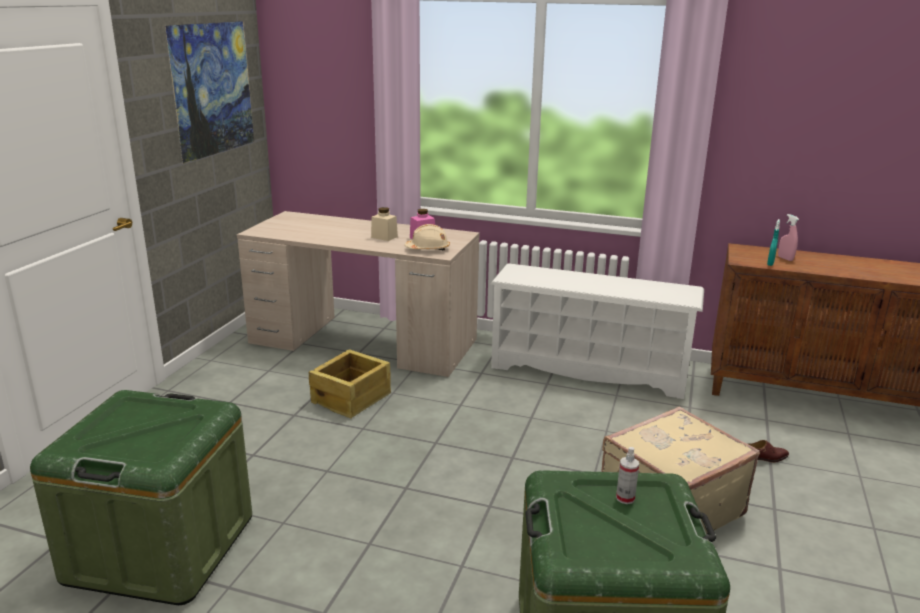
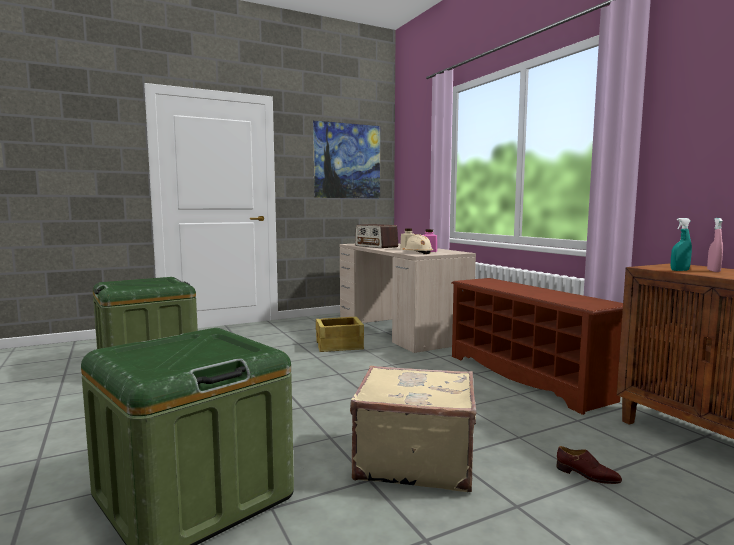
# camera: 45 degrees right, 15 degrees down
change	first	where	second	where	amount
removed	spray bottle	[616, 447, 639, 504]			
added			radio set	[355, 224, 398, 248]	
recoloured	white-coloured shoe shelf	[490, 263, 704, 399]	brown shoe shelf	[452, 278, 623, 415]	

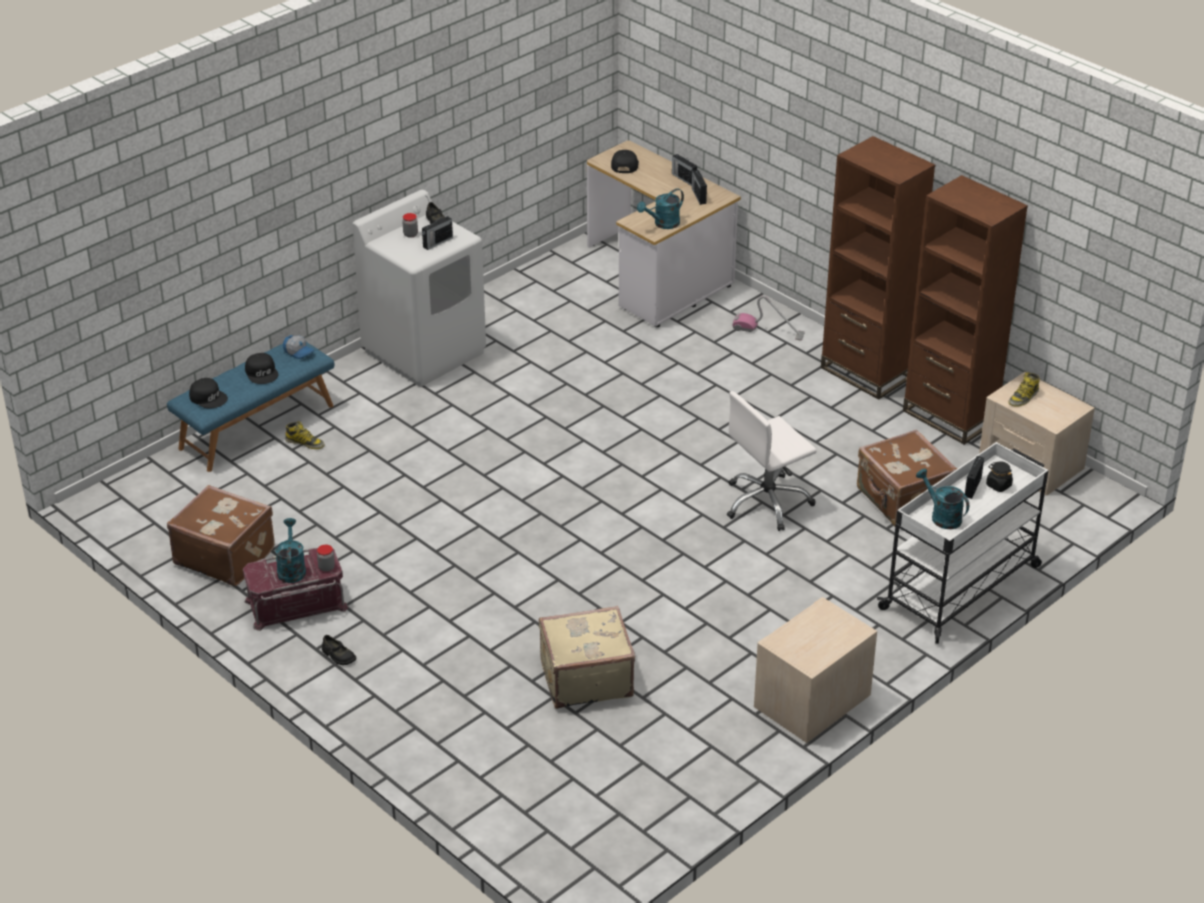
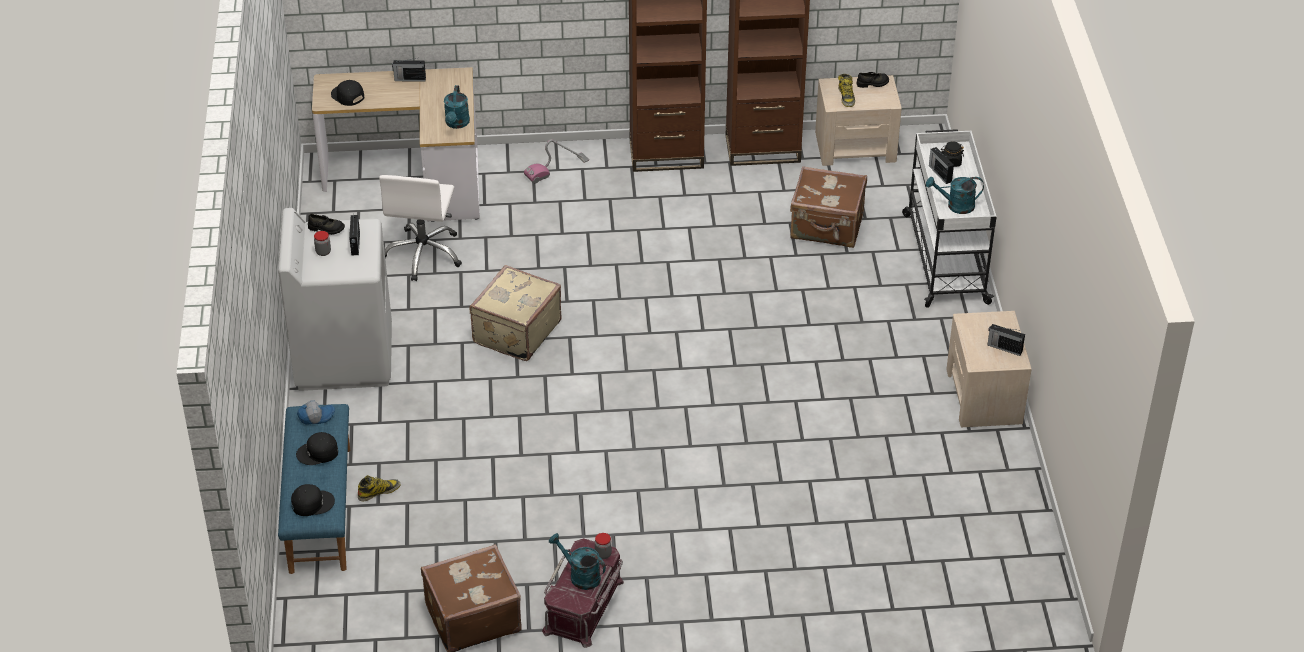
# camera: 50 degrees left, 5 degrees up
change	first	where	second	where	amount
moved	black item of footwear	[322, 635, 356, 665]		[857, 72, 889, 88]	
moved	beige piece of luggage	[539, 606, 635, 709]		[469, 265, 562, 361]	
moved	radio set	[692, 170, 707, 205]		[987, 324, 1025, 356]	
moved	white-coloured desk chair	[727, 391, 817, 531]		[379, 175, 462, 281]	
turned	black baseball cap	[245, 353, 279, 384]		[296, 432, 338, 465]	150 degrees clockwise

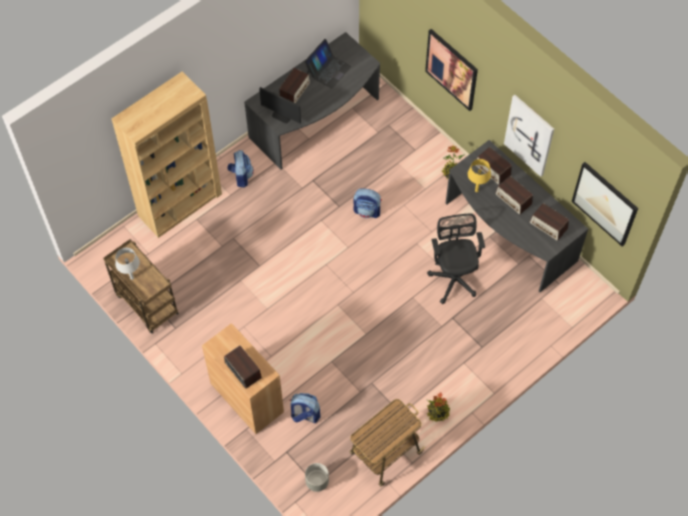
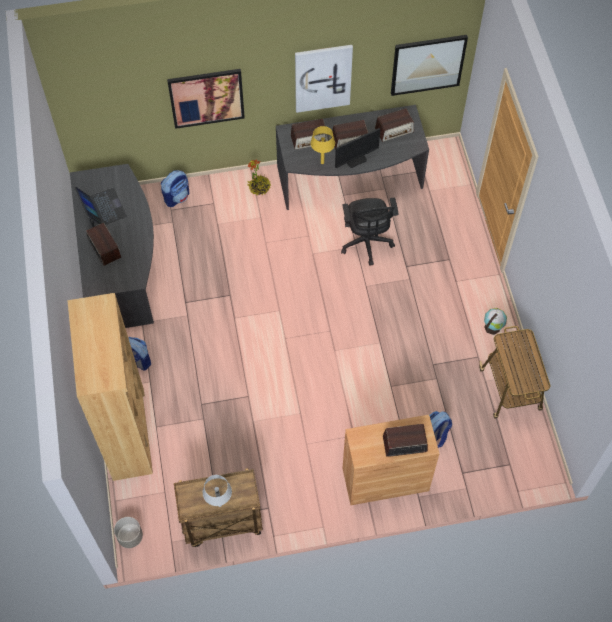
# camera: 60 degrees left, 0 degrees up
change	first	where	second	where	amount
moved	monitor	[259, 87, 301, 124]		[335, 128, 380, 168]	
moved	gray flower pot	[305, 463, 329, 492]		[114, 517, 143, 548]	
moved	rucksack	[353, 188, 382, 218]		[161, 170, 189, 207]	
replaced	potted plant	[426, 392, 450, 422]	globe	[484, 308, 507, 335]	
turned	black desk chair	[427, 214, 485, 304]		[341, 198, 399, 266]	120 degrees counterclockwise

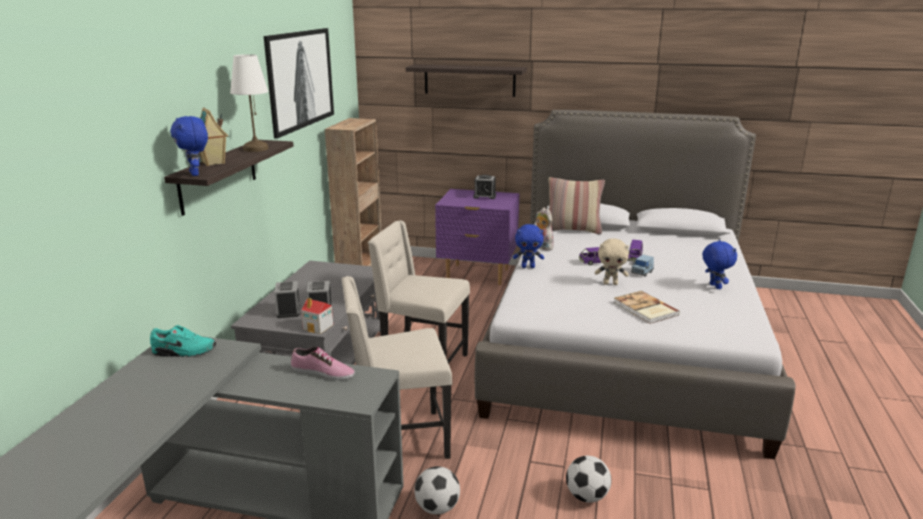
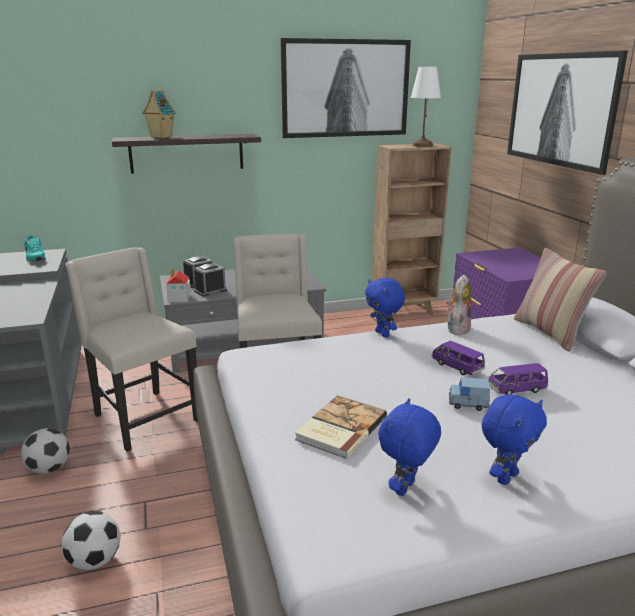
# camera: 60 degrees right, 0 degrees up
change	first	where	second	where	amount
removed	item of footwear	[291, 347, 355, 380]			
removed	bedside clock	[473, 175, 496, 199]			
removed	beige cuddly toy	[595, 238, 629, 285]			
moved	blue cuddly toy	[170, 116, 208, 176]		[379, 398, 441, 496]	
moved	white-coloured lamp for a table	[230, 54, 268, 152]		[411, 67, 441, 147]	
replaced	shelf	[406, 64, 527, 97]	wall picture	[507, 50, 628, 175]	

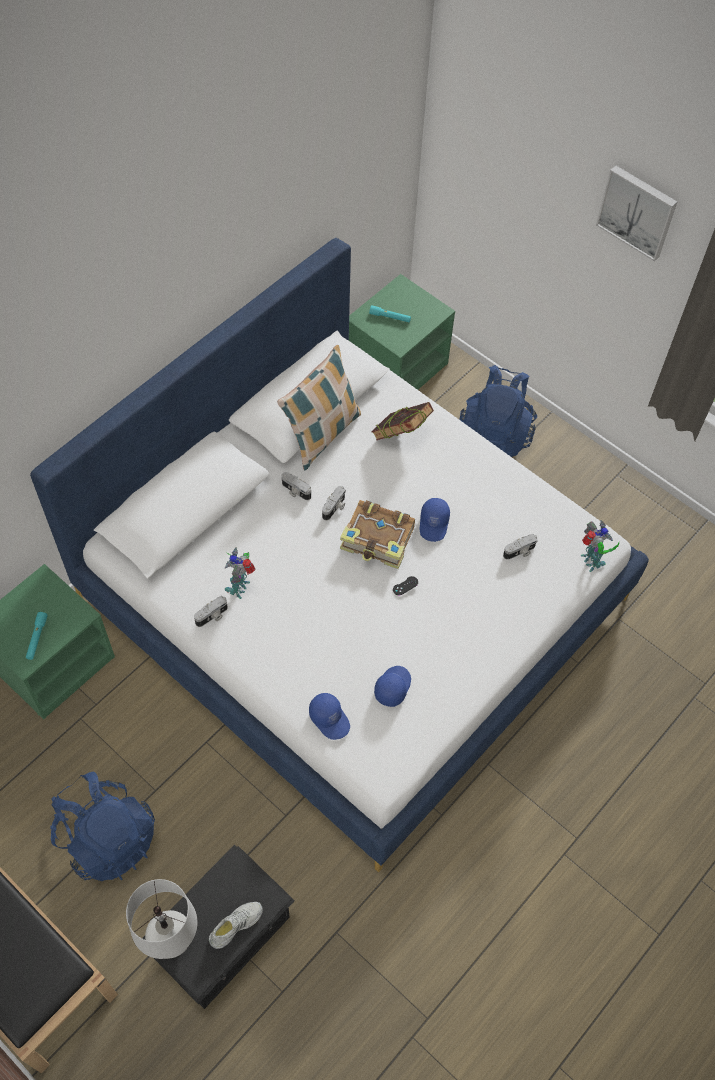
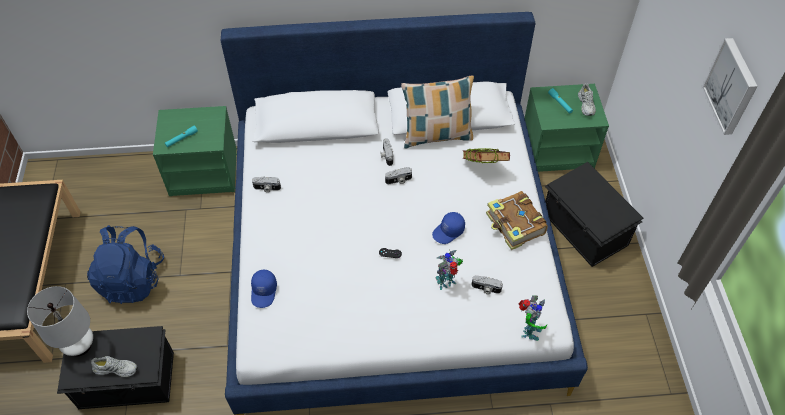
# camera: 45 degrees right, 5 degrees down
change	first	where	second	where	amount
removed	blue baseball cap	[374, 666, 411, 707]			
added			white-coloured item of footwear	[578, 83, 596, 116]	
moved	toy robot	[225, 547, 255, 599]		[435, 250, 463, 290]	
moved	bound book	[340, 500, 415, 569]		[486, 191, 548, 250]	
replaced	blue rucksack	[460, 365, 537, 457]	black storage container	[545, 162, 643, 267]	

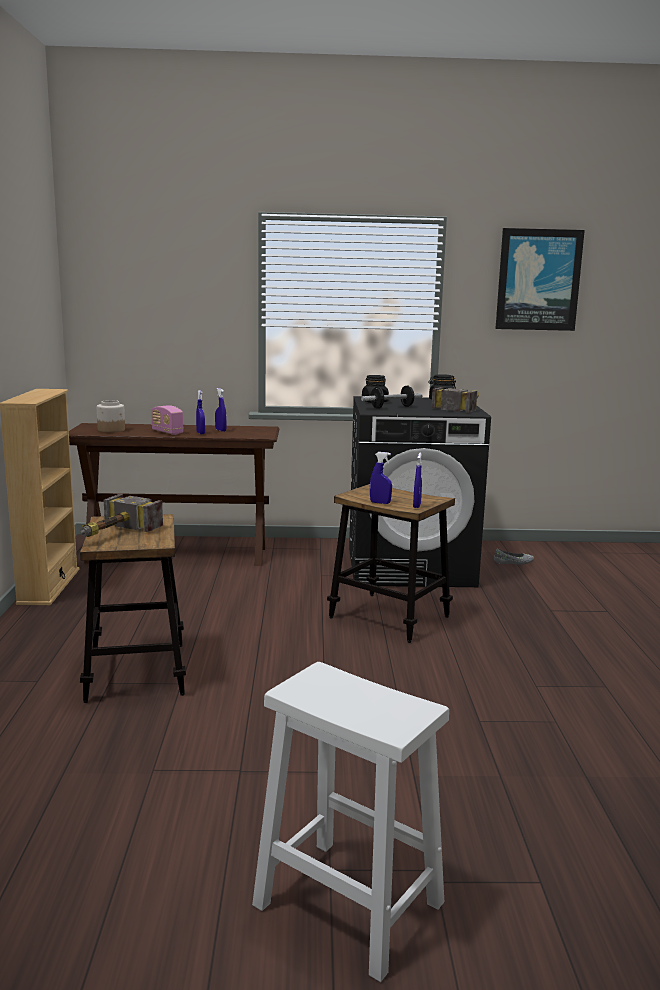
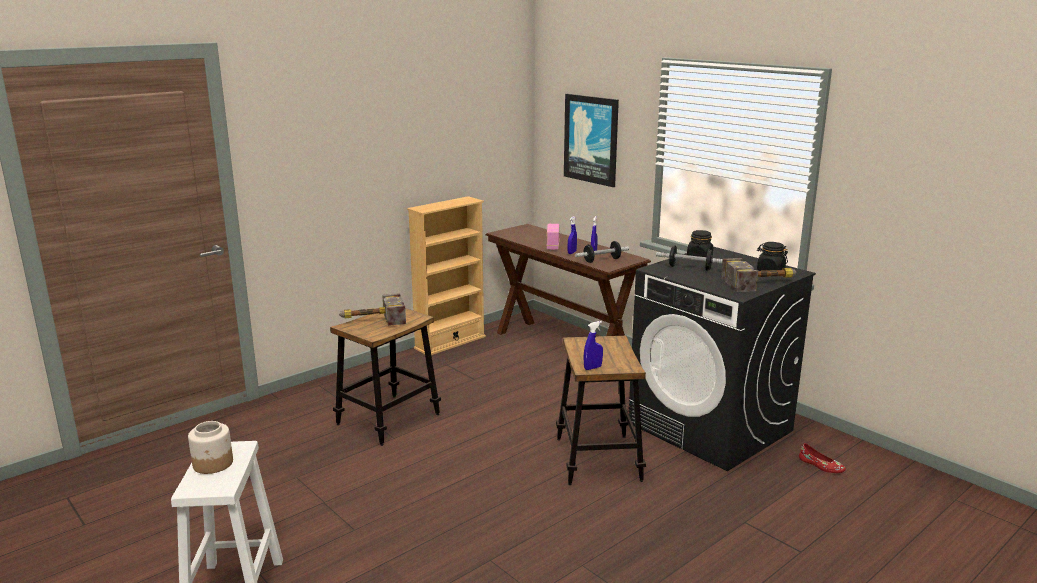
# camera: 50 degrees right, 5 degrees up
change	first	where	second	where	amount
removed	blue spray bottle	[370, 452, 392, 504]			
added			hand weight	[575, 241, 629, 263]	
moved	storage jar	[97, 400, 125, 433]		[188, 421, 233, 474]	
moved	wall picture	[495, 228, 585, 331]		[564, 94, 619, 187]	
recoloured	gray item of footwear	[494, 548, 534, 565]	red item of footwear	[799, 443, 846, 473]	

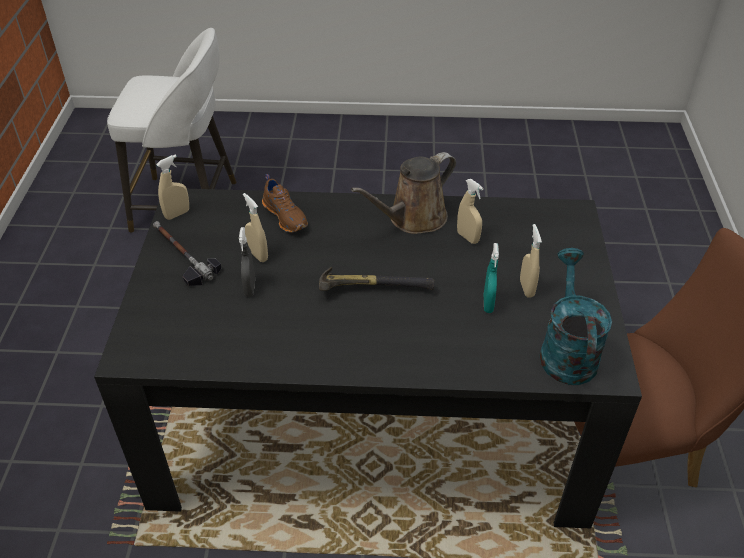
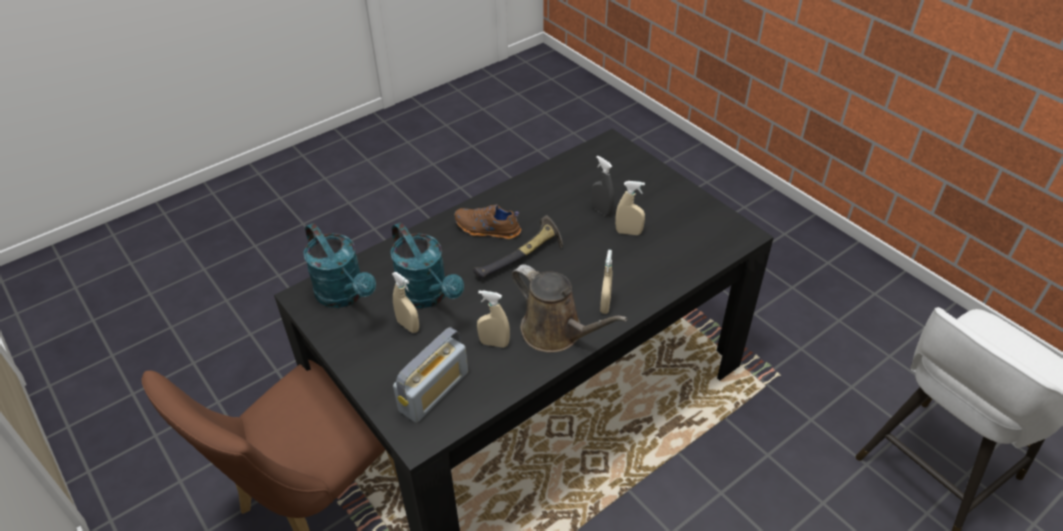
# camera: 140 degrees right, 0 degrees up
change	first	where	second	where	amount
removed	hand hammer	[153, 221, 222, 286]			
added			radio set	[393, 327, 468, 423]	
moved	beige spray bottle	[156, 155, 189, 220]		[600, 250, 613, 314]	
moved	brown item of footwear	[262, 174, 308, 233]		[455, 204, 521, 239]	
replaced	blue-green spray bottle	[484, 243, 499, 313]	blue-green watering pot	[390, 223, 464, 308]	
turned	brown watering pot	[351, 152, 456, 234]		[512, 264, 628, 352]	120 degrees clockwise

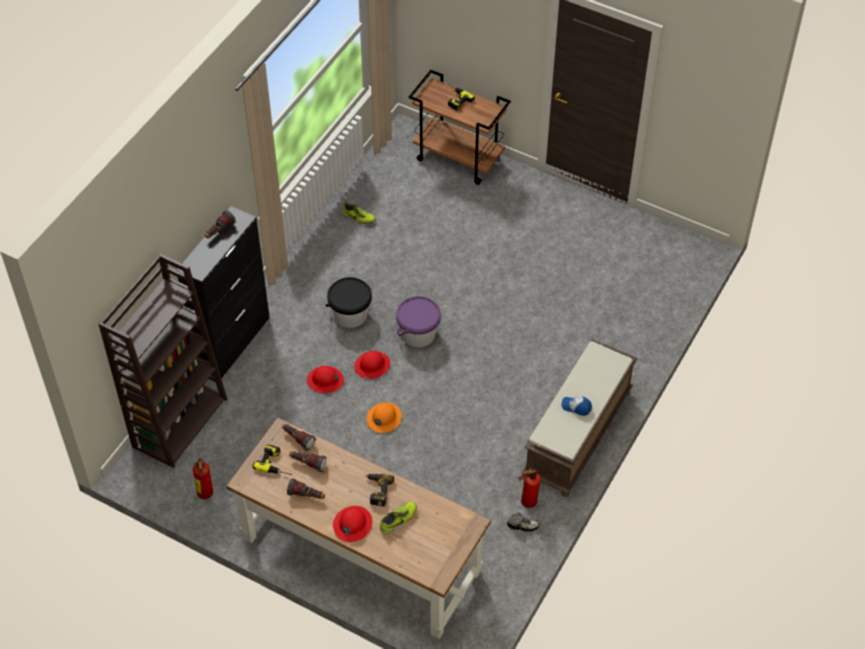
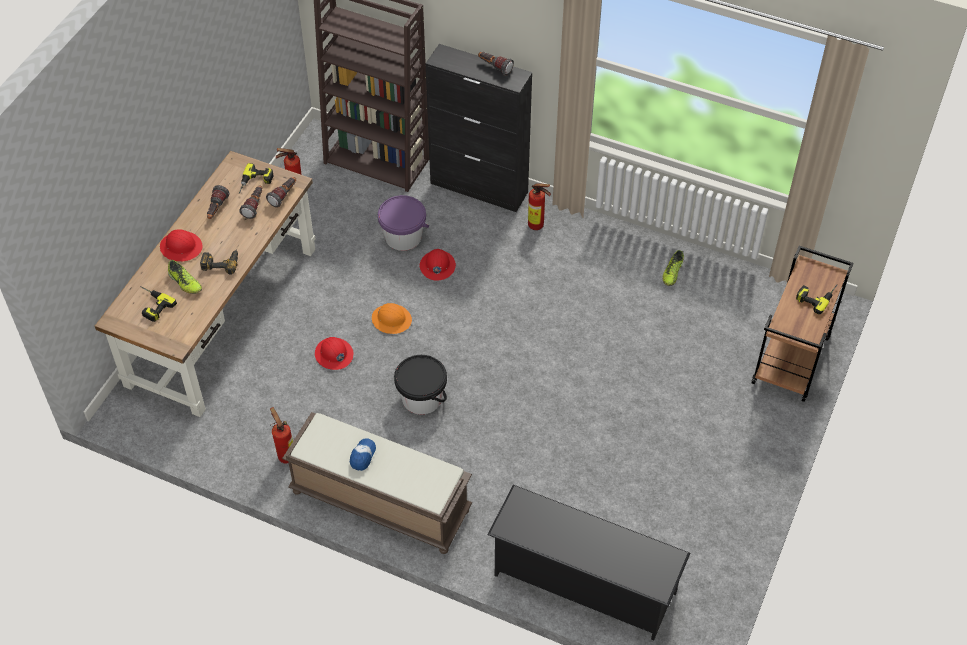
# camera: 85 degrees right, 0 degrees up
change	first	where	second	where	amount
removed	item of footwear	[507, 512, 540, 532]			
added			drill	[141, 286, 177, 322]	
added			black shoe shelf	[487, 485, 690, 640]	
added			fire-fighting cylinder	[528, 182, 551, 230]	
moved	black water bucket	[326, 277, 372, 328]		[394, 355, 447, 415]	
moved	red safety helmet	[354, 351, 390, 379]		[315, 337, 354, 370]	
moved	purple-coloured water bucket	[396, 296, 441, 347]		[378, 195, 429, 251]	

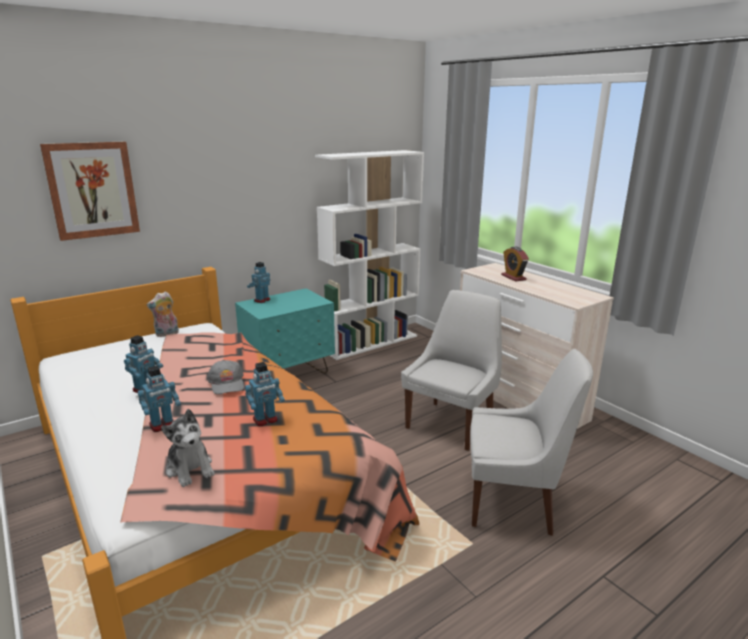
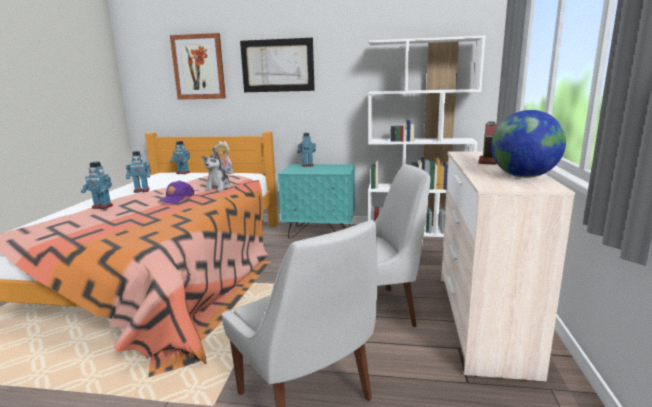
# camera: 45 degrees right, 5 degrees down
change	first	where	second	where	amount
added			wall picture	[240, 38, 315, 92]	
added			globe	[491, 110, 566, 178]	
moved	cuddly toy	[161, 409, 215, 487]		[202, 151, 231, 191]	
moved	toy robot	[245, 362, 285, 426]		[170, 141, 190, 174]	
recoloured	gray baseball cap	[207, 360, 244, 394]	purple-coloured baseball cap	[157, 180, 194, 203]	

